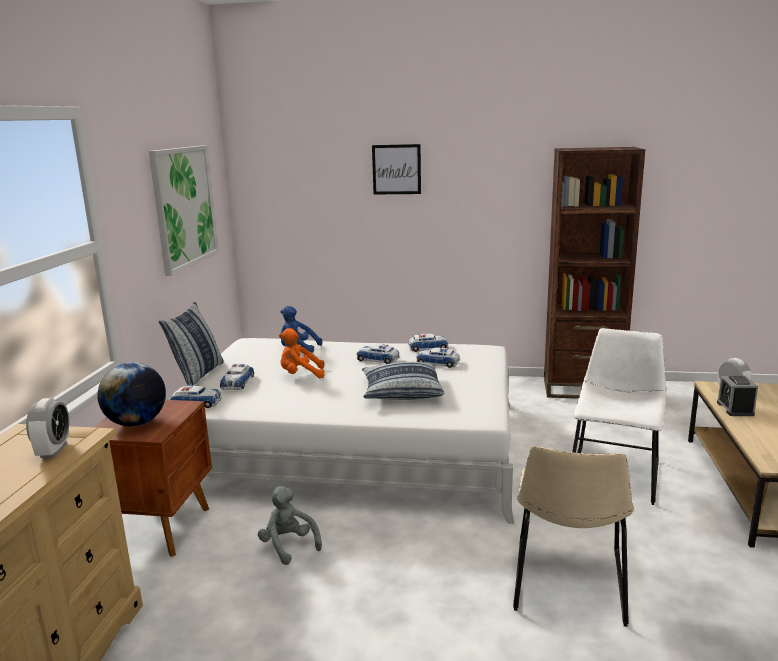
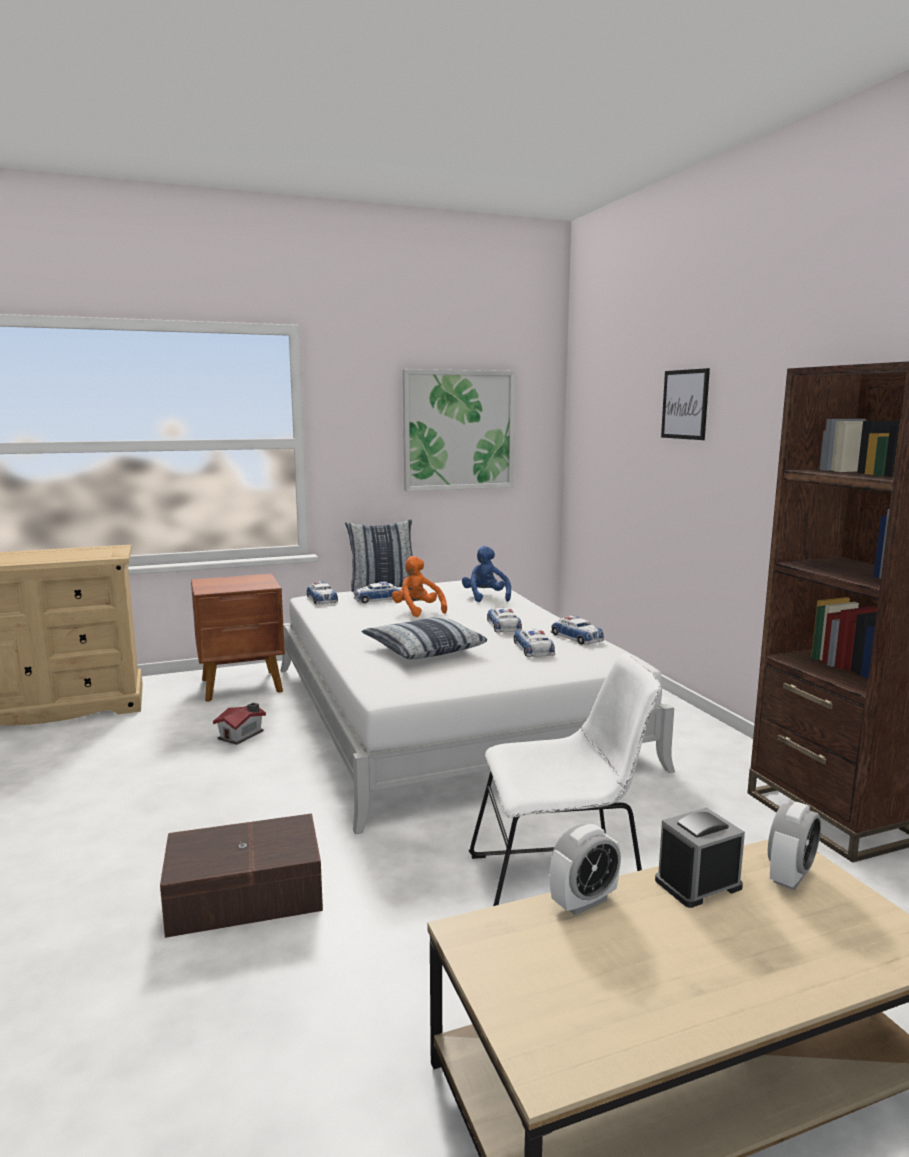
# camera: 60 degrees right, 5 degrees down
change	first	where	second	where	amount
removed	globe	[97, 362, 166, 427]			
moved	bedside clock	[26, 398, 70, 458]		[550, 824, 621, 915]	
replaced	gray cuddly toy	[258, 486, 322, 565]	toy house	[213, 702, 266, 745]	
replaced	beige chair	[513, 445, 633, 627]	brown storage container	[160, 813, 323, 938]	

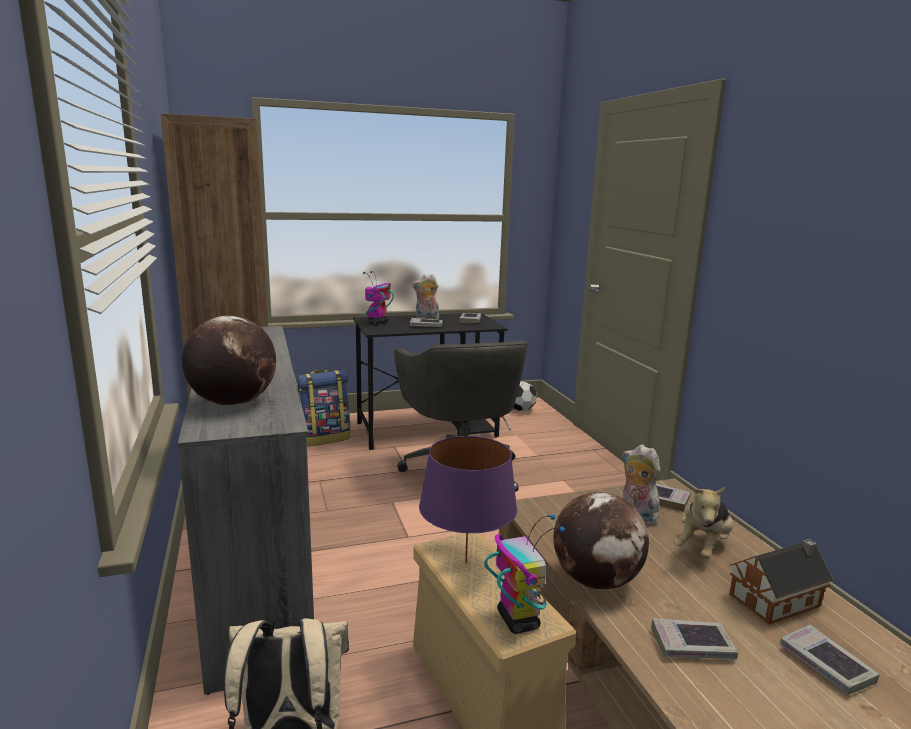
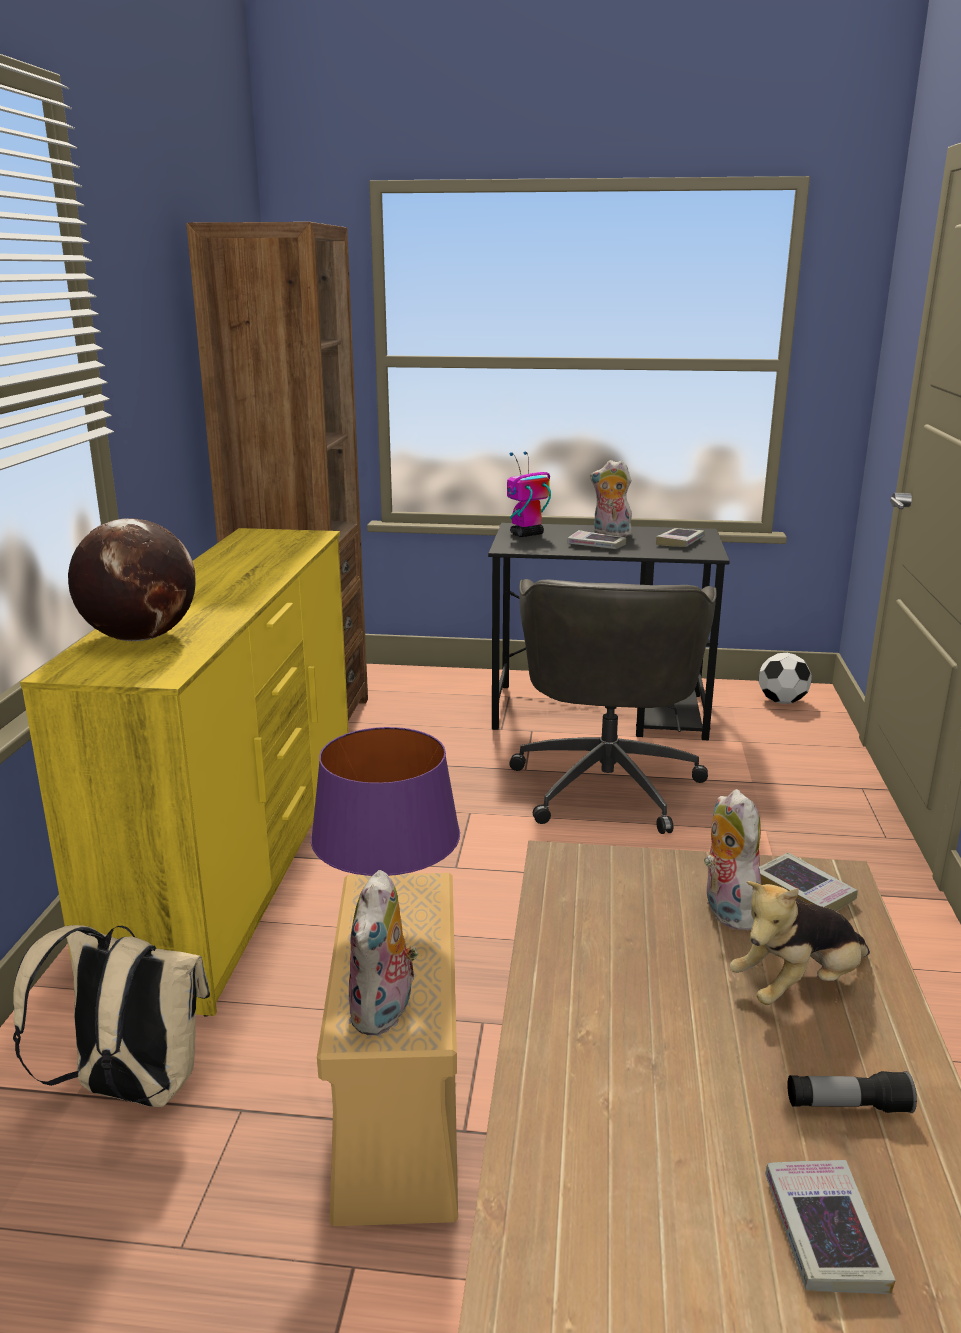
# camera: 25 degrees right, 5 degrees up
change	first	where	second	where	amount
removed	rucksack	[297, 370, 350, 446]			
removed	globe	[554, 492, 649, 589]			
removed	bound book	[651, 618, 738, 659]			
replaced	toy robot	[484, 514, 565, 634]	cuddly toy	[348, 870, 418, 1036]	
replaced	toy house	[729, 539, 833, 625]	torch	[787, 1071, 917, 1113]	
recoloured	gray dresser	[178, 326, 314, 695]	yellowish dresser	[20, 528, 349, 1017]	

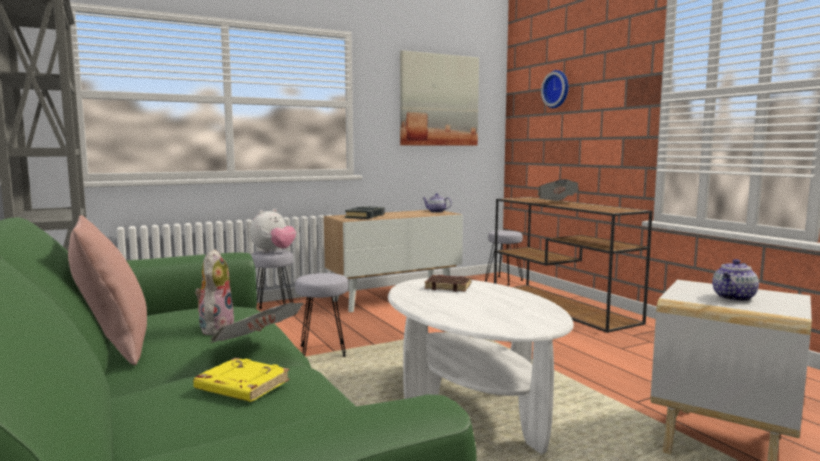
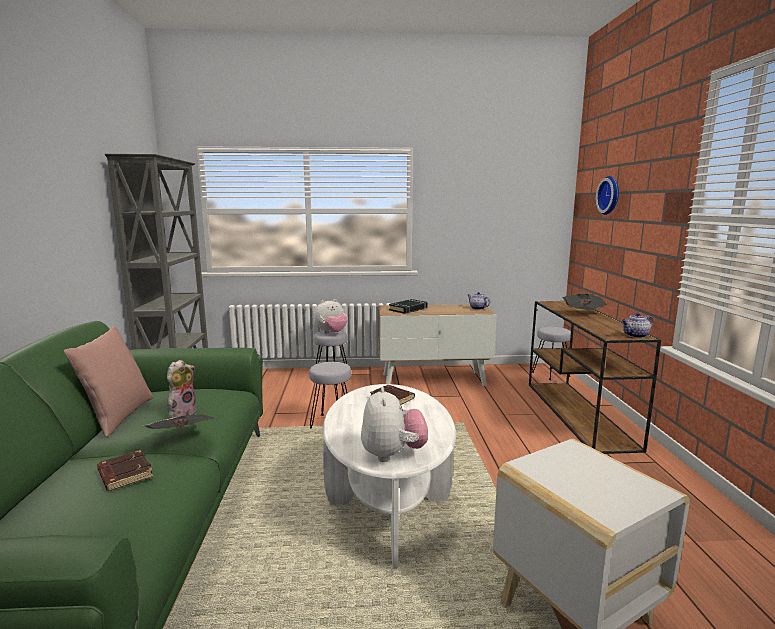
# camera: 25 degrees right, 5 degrees up
change	first	where	second	where	amount
removed	wall picture	[400, 50, 479, 146]			
added			cuddly toy	[361, 386, 428, 462]	
moved	tea pot	[712, 259, 759, 301]		[622, 313, 653, 338]	
recoloured	yellowish bound book	[193, 358, 290, 402]	brown bound book	[97, 450, 153, 491]	

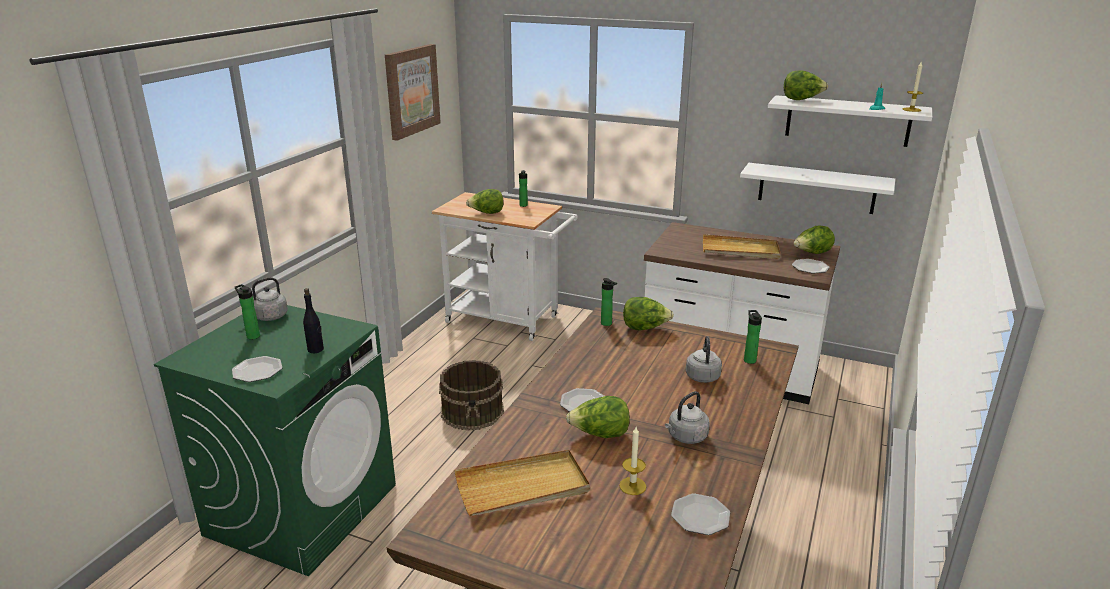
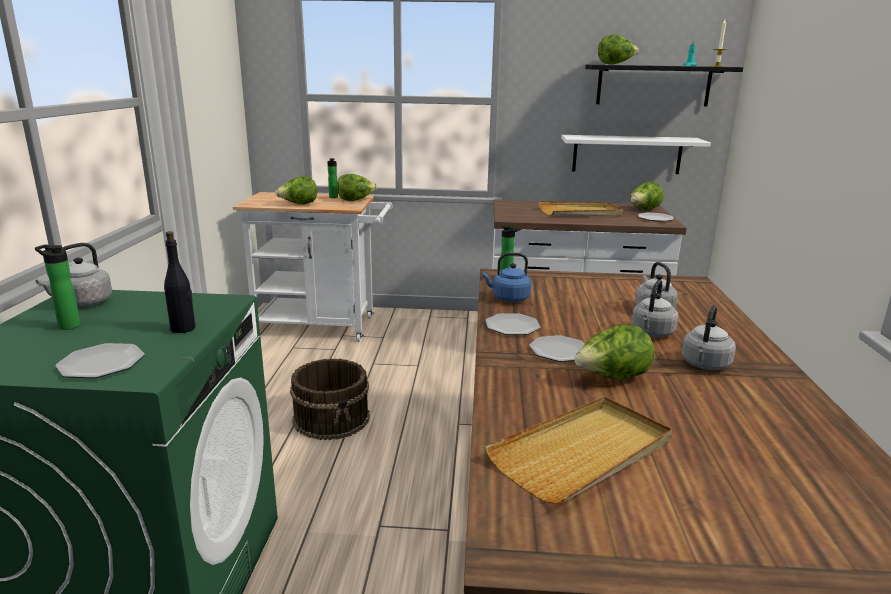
# camera: 20 degrees left, 5 degrees down
change	first	where	second	where	amount
removed	wall picture	[385, 44, 441, 141]			
removed	wax light	[619, 427, 646, 495]			
removed	drink bottle	[744, 310, 762, 364]			
added			blue kettle	[482, 253, 532, 302]	
added			gray kettle	[631, 280, 679, 337]	
moved	lettuce head	[623, 297, 674, 331]		[337, 174, 377, 201]	
moved	flat dish	[671, 494, 730, 535]		[485, 313, 540, 335]	
recoloured	white-coloured shelf	[768, 95, 932, 147]	black shelf	[585, 65, 743, 106]	

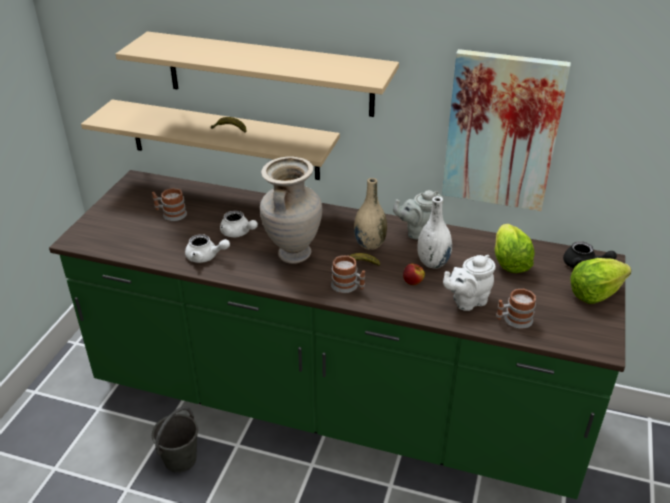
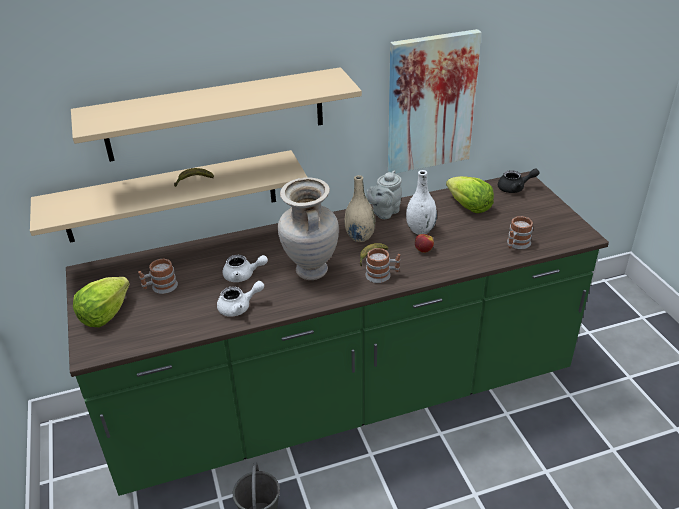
# camera: 35 degrees left, 0 degrees up
change	first	where	second	where	amount
removed	white-coloured tea pot	[443, 255, 496, 311]			
moved	lettuce head	[570, 258, 631, 304]		[73, 277, 130, 327]	

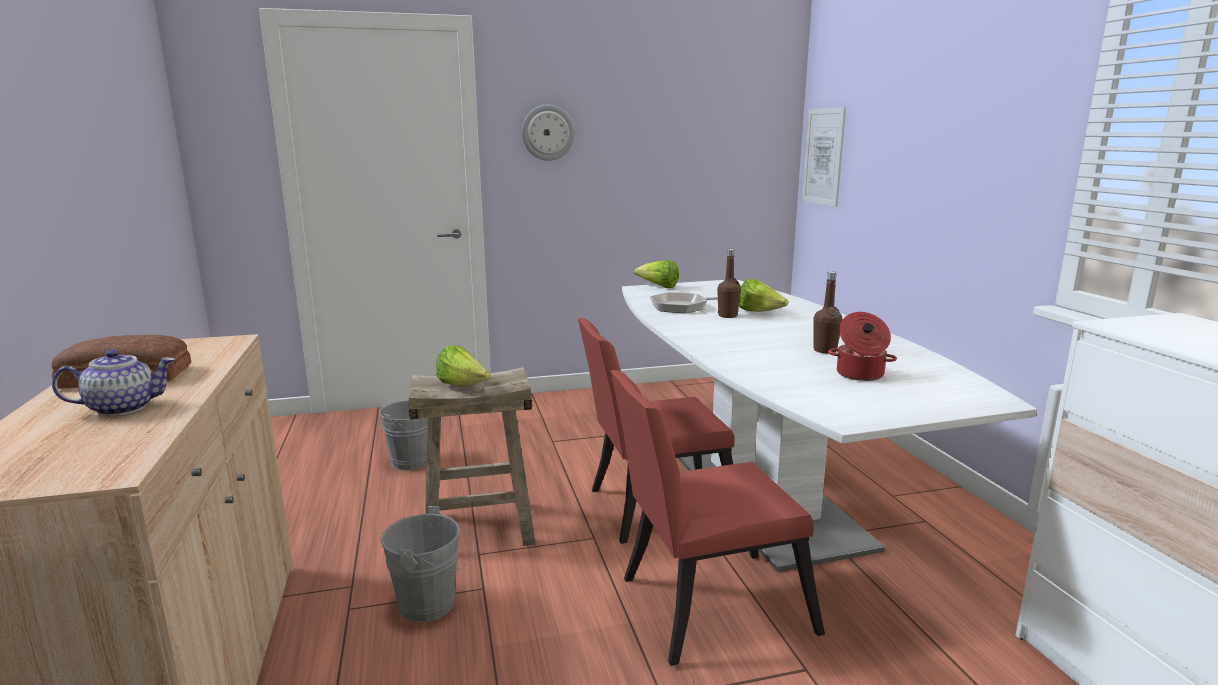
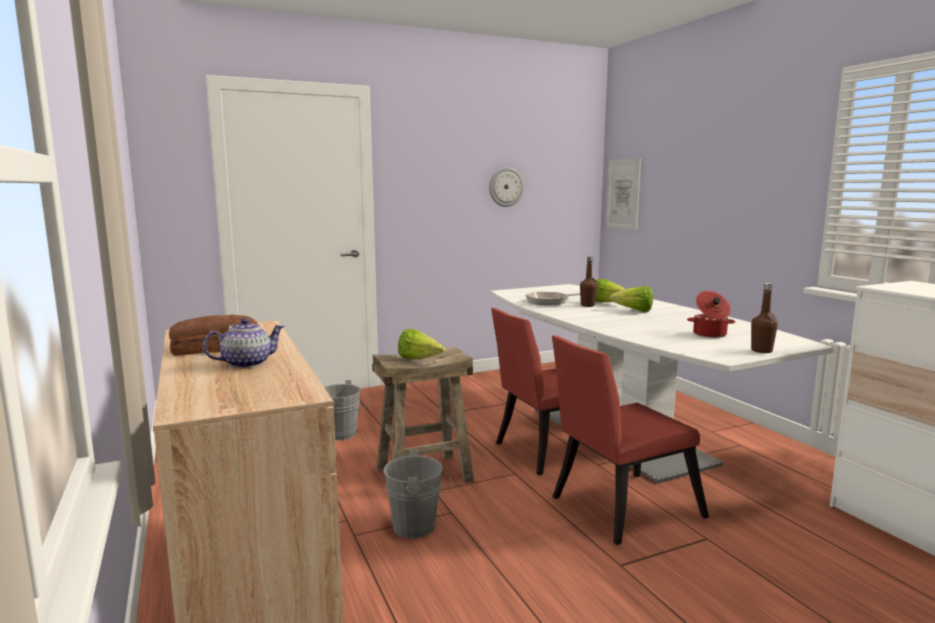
# camera: 10 degrees left, 5 degrees down
change	first	where	second	where	amount
moved	clock on the wall	[522, 104, 575, 161]		[489, 167, 524, 207]	
moved	lettuce head	[634, 260, 679, 288]		[609, 286, 653, 312]	
moved	brown drink bottle	[813, 271, 842, 353]		[751, 283, 778, 353]	

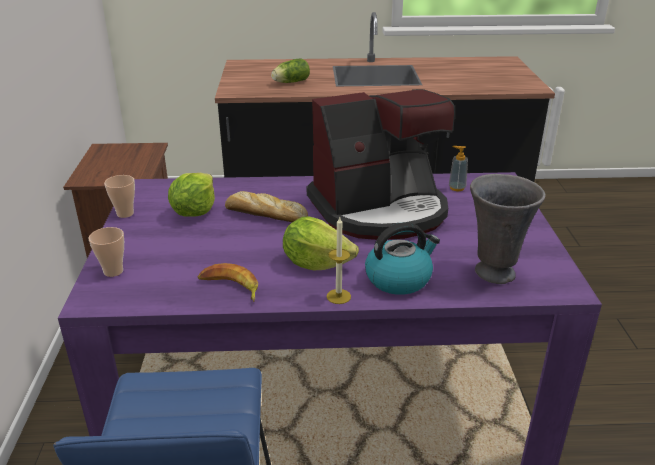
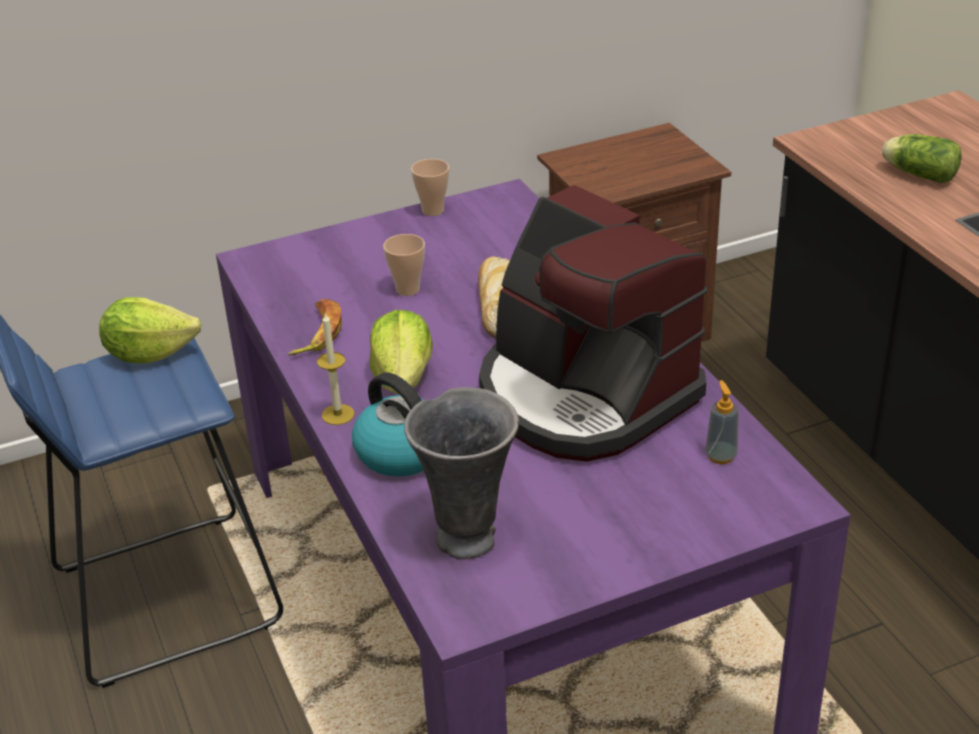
# camera: 70 degrees right, 5 degrees up
change	first	where	second	where	amount
moved	cup	[89, 227, 124, 277]		[383, 234, 425, 296]	
moved	lettuce head	[168, 173, 215, 217]		[99, 297, 202, 363]	

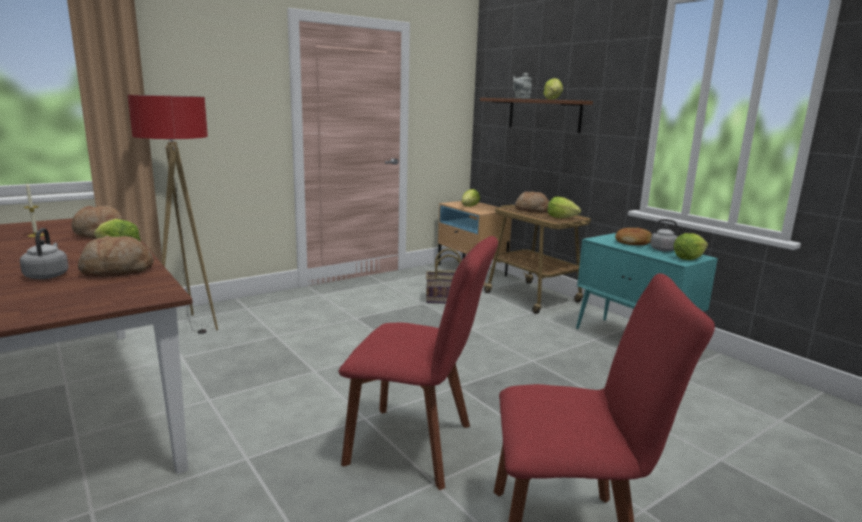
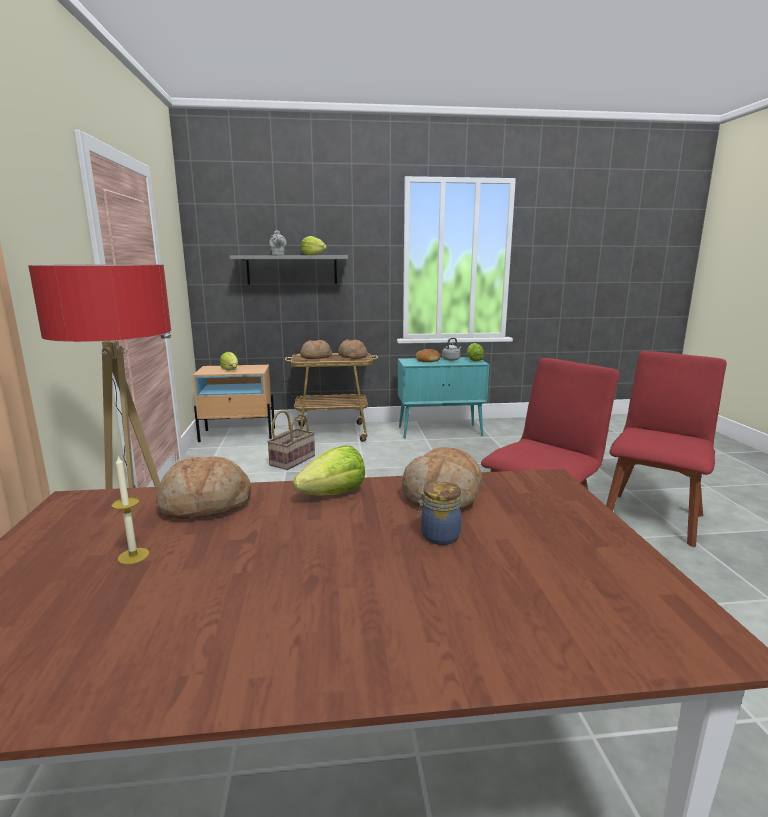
# camera: 60 degrees left, 0 degrees up
change	first	where	second	where	amount
replaced	gray kettle	[20, 228, 69, 279]	storage jar	[417, 481, 461, 545]	
replaced	lettuce head	[547, 197, 581, 218]	bakery bread	[338, 339, 368, 359]	
recoloured	brown shelf	[480, 98, 593, 133]	gray shelf	[230, 256, 348, 284]	

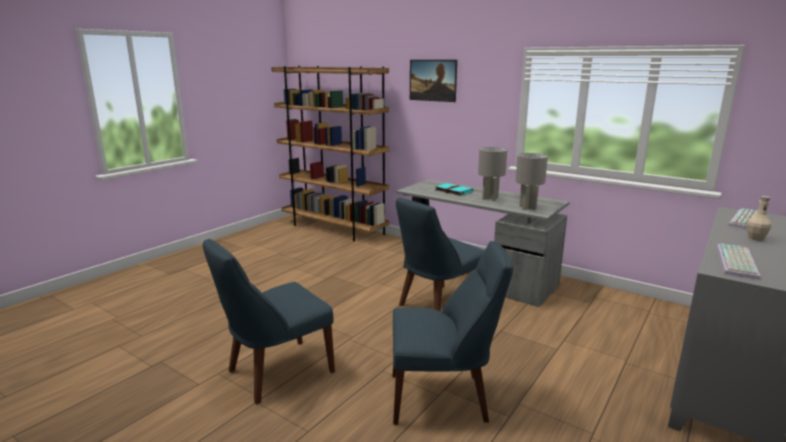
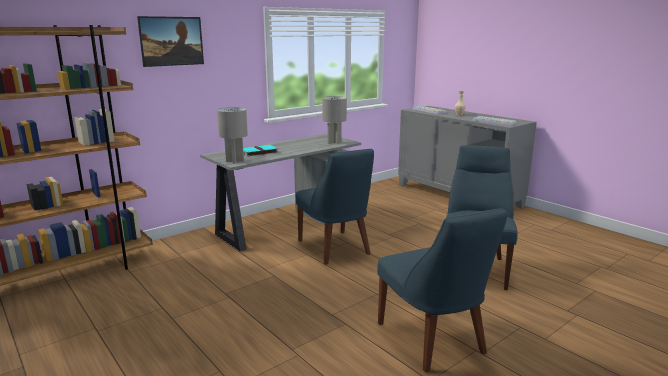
# camera: 75 degrees left, 0 degrees up
change	first	where	second	where	amount
moved	gray lamp for a table	[478, 147, 507, 201]		[217, 107, 248, 164]	

